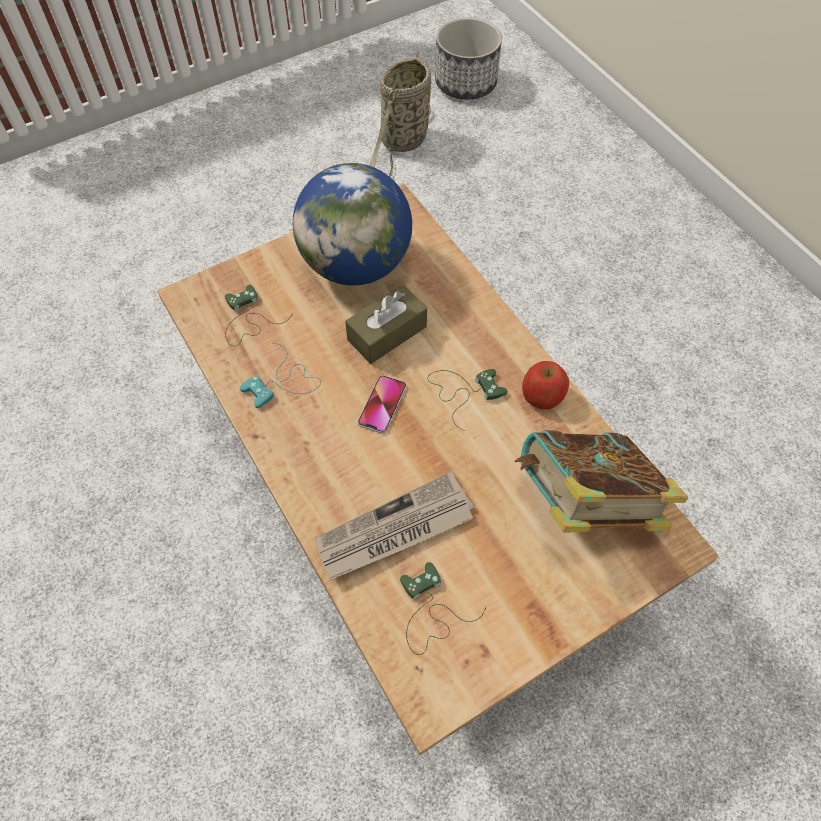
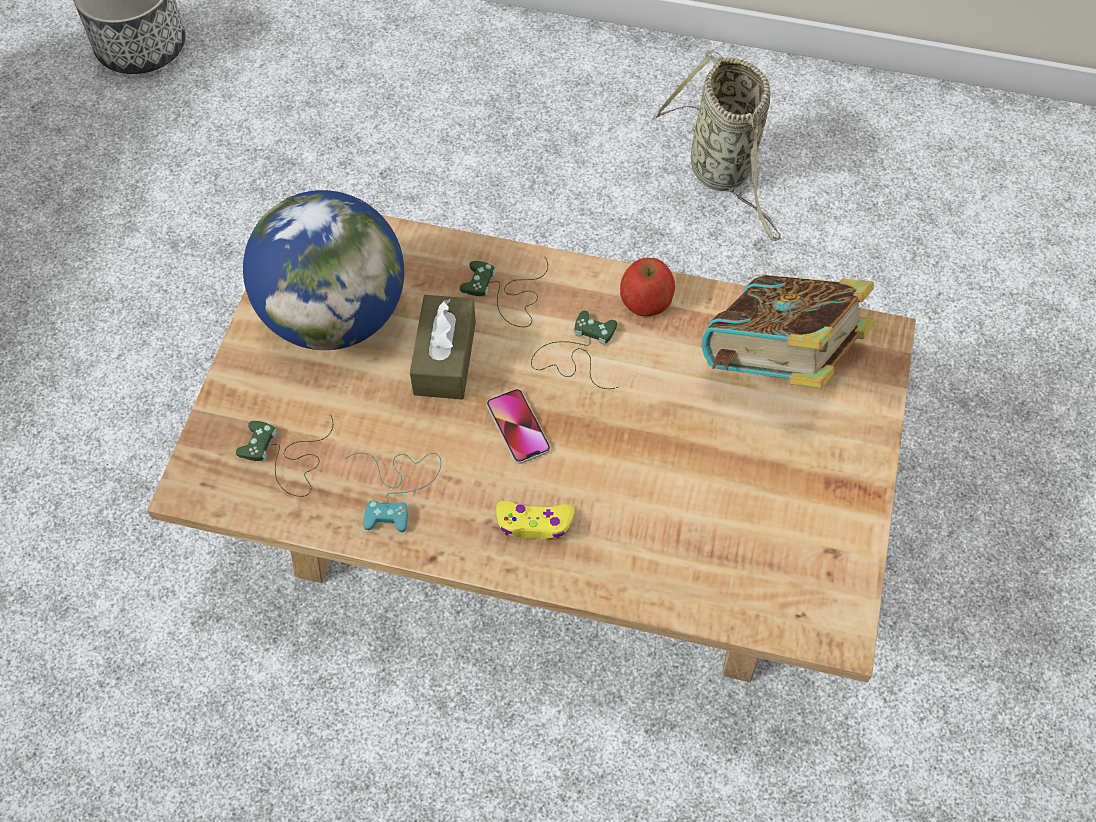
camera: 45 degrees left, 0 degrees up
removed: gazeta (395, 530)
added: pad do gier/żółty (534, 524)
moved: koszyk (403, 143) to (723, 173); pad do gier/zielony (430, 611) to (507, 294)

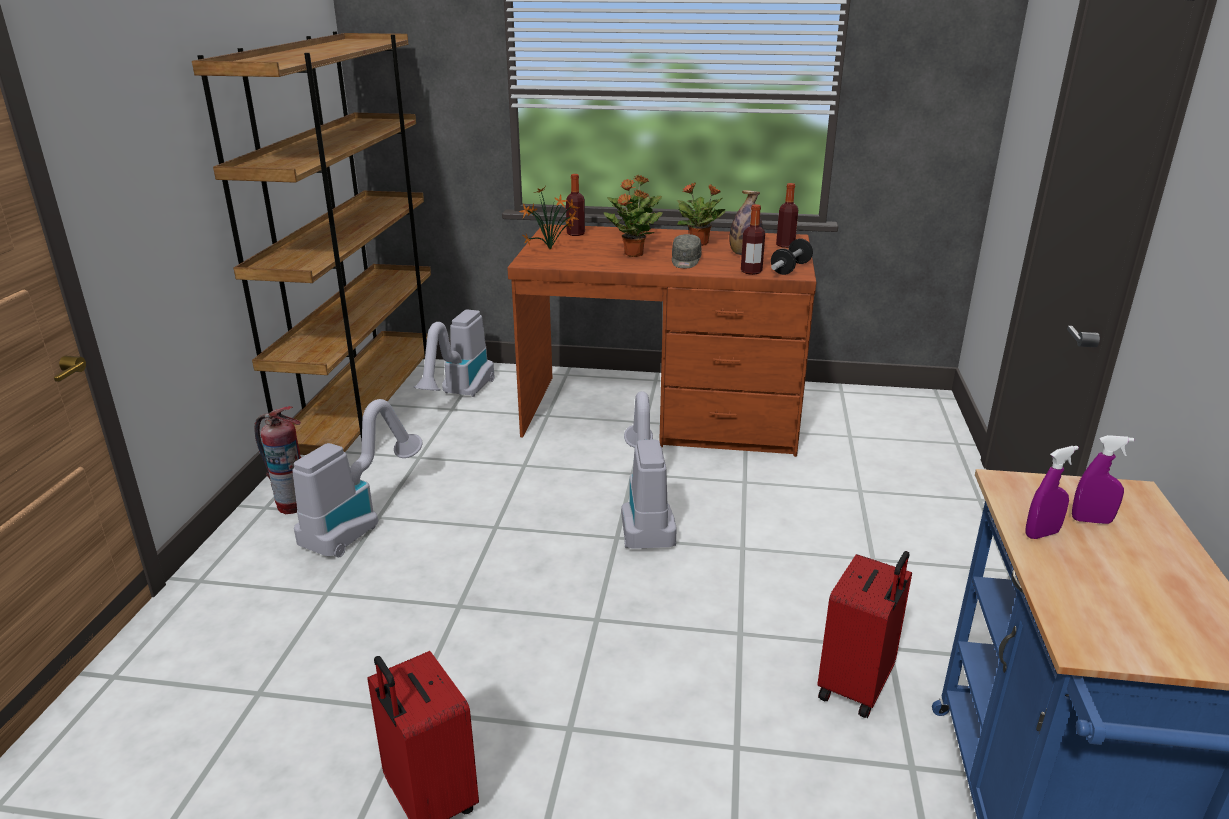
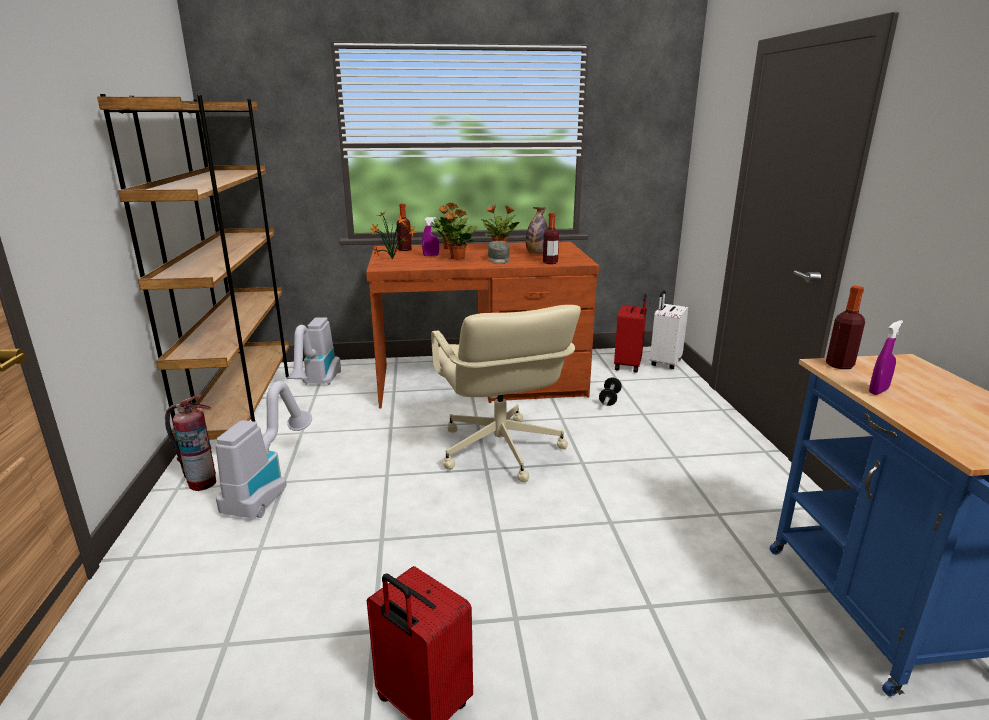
camera: 15 degrees left, 5 degrees down
added: walizka/biały (664, 363)
moved: butelka (785, 245) to (839, 365); hantel (790, 268) to (609, 399); spryskiwacz/fioletowy (1091, 520) to (431, 255); walizka/czerwony (857, 687) to (628, 365)
replaced: odkurzacz (644, 515) to krzesło biurowe/beżowy (499, 450)

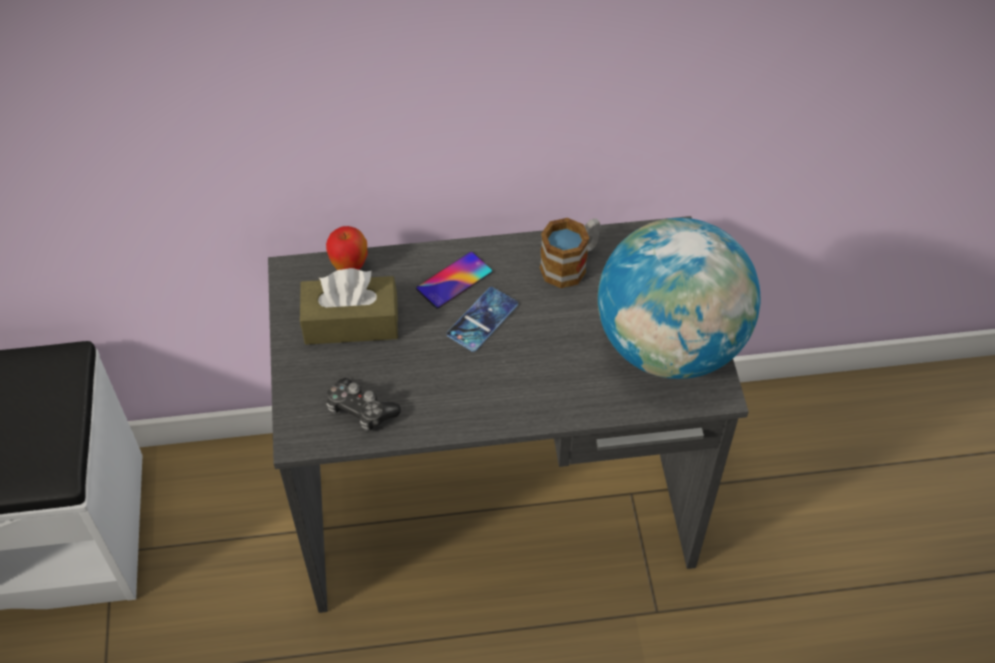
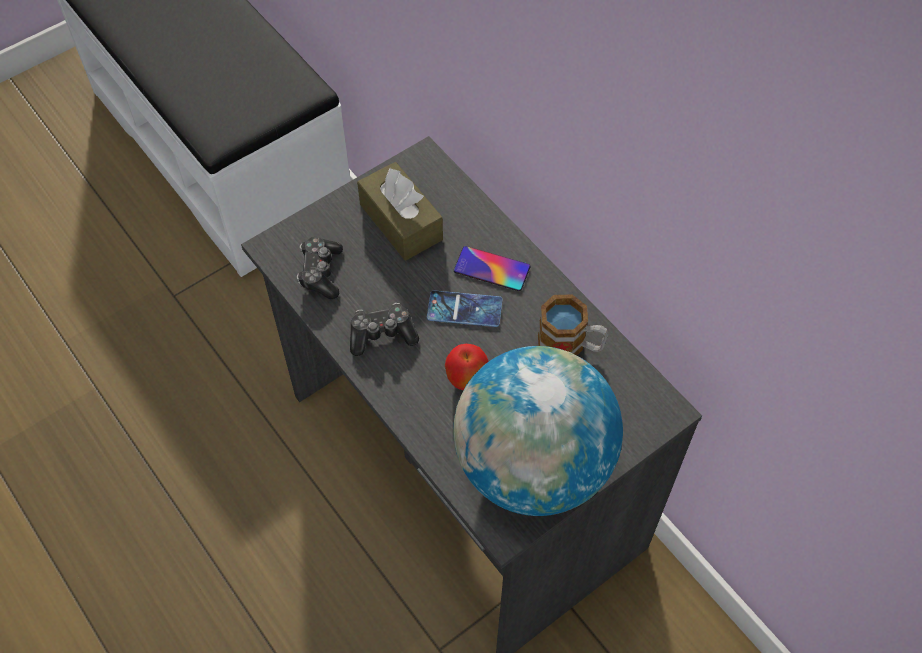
camera: 60 degrees right, 5 degrees up
added: pad do gier (382, 334)
moved: jabłko (349, 267) to (466, 381)

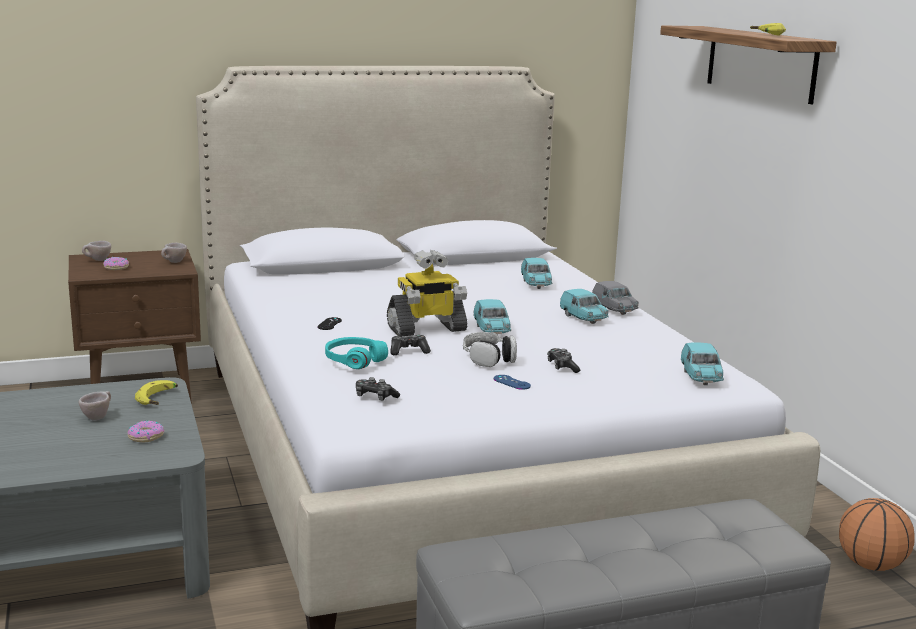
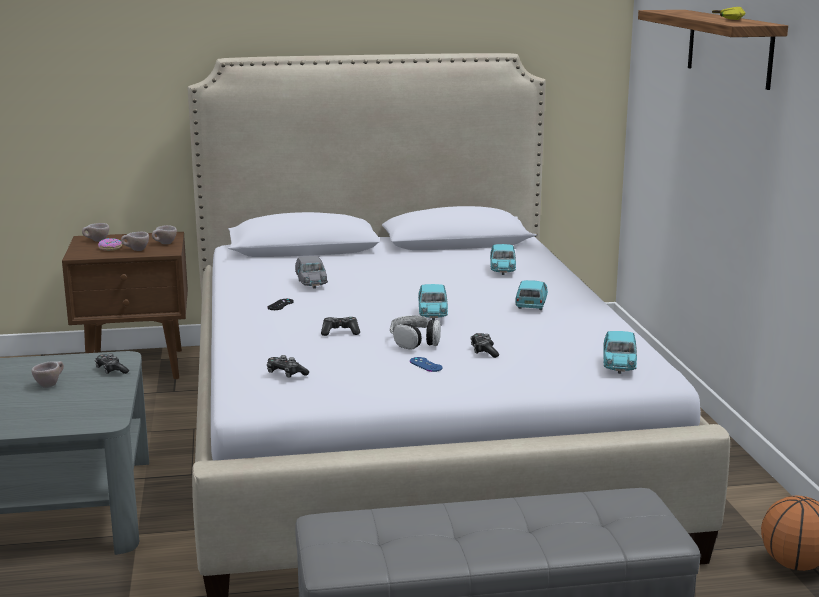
camera: 10 degrees right, 0 degrees up
removed: robot zabawkowy (426, 329); słuchawki/turkusowy (354, 360); donut (146, 436)
added: filiżanka/beżowy (136, 250)
moved: samochodzik/szary (614, 309) to (311, 284)
replaced: banan (159, 399) to pad do gier (111, 370)
turned: samochodzik/turkusowy (583, 318) = (531, 305) 150 degrees counterclockwise

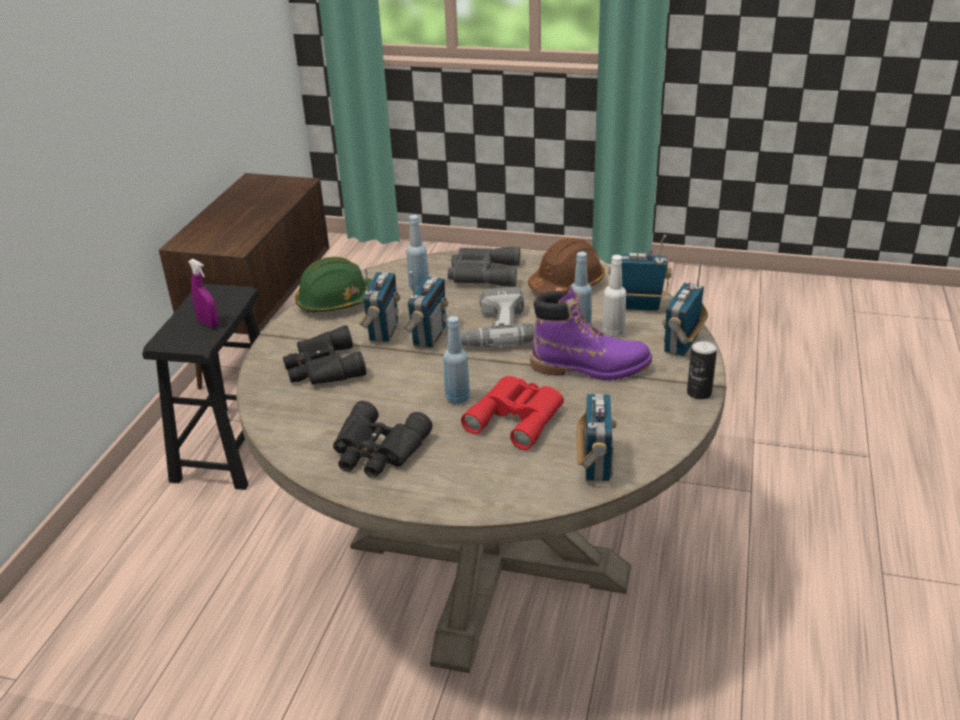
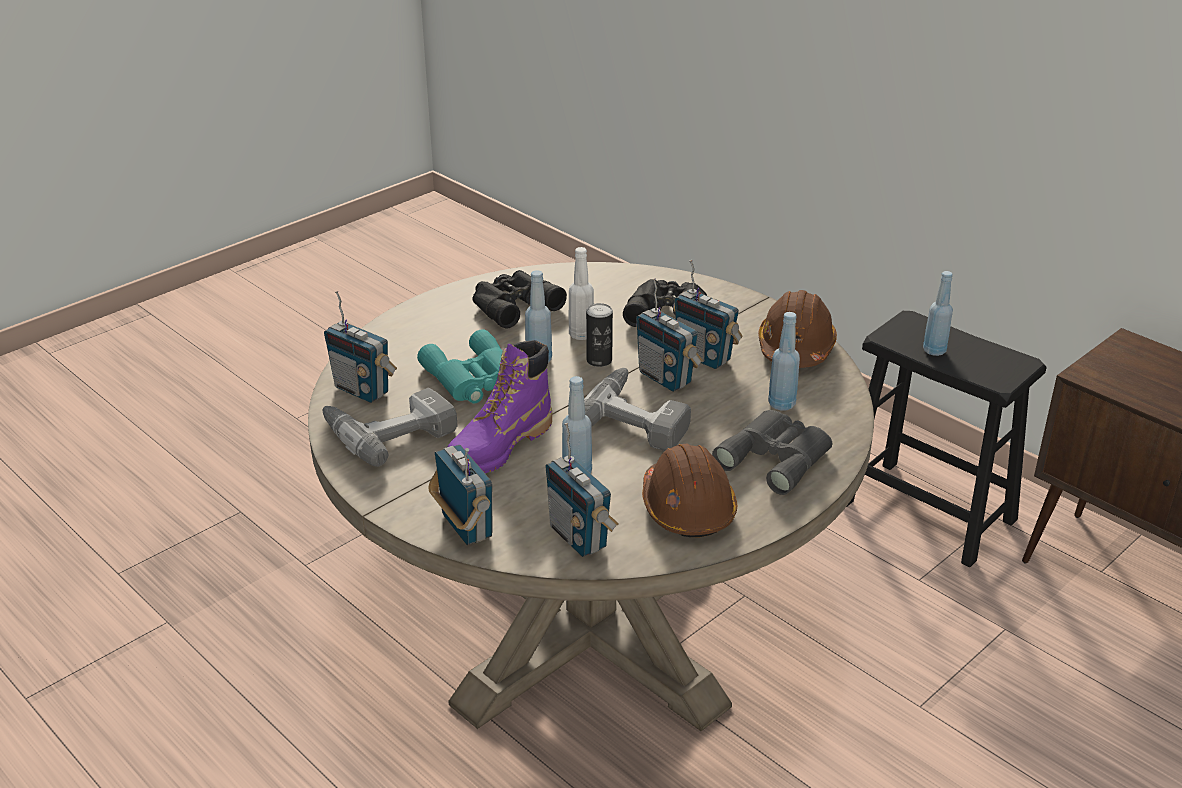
camera: 120 degrees right, 0 degrees up
added: wiertarka (388, 430)
moved: butelka/biały (613, 332) to (581, 334); puszka (699, 393) to (599, 360)
replaced: spryskiwacz/fioletowy (208, 323) to butelka/niebieski (934, 350)
recoloured: kask/zielony (337, 302) to kask/brązowy (795, 348); lornetka/czerwony (518, 416) to lornetka/turkusowy (474, 379)
turned: radio (637, 306) = (579, 537) 105 degrees clockwise

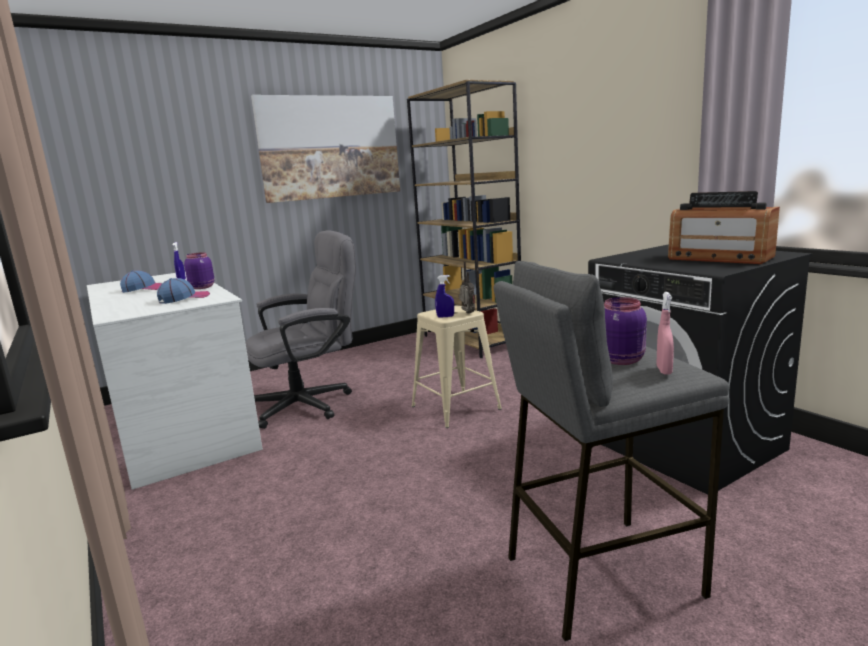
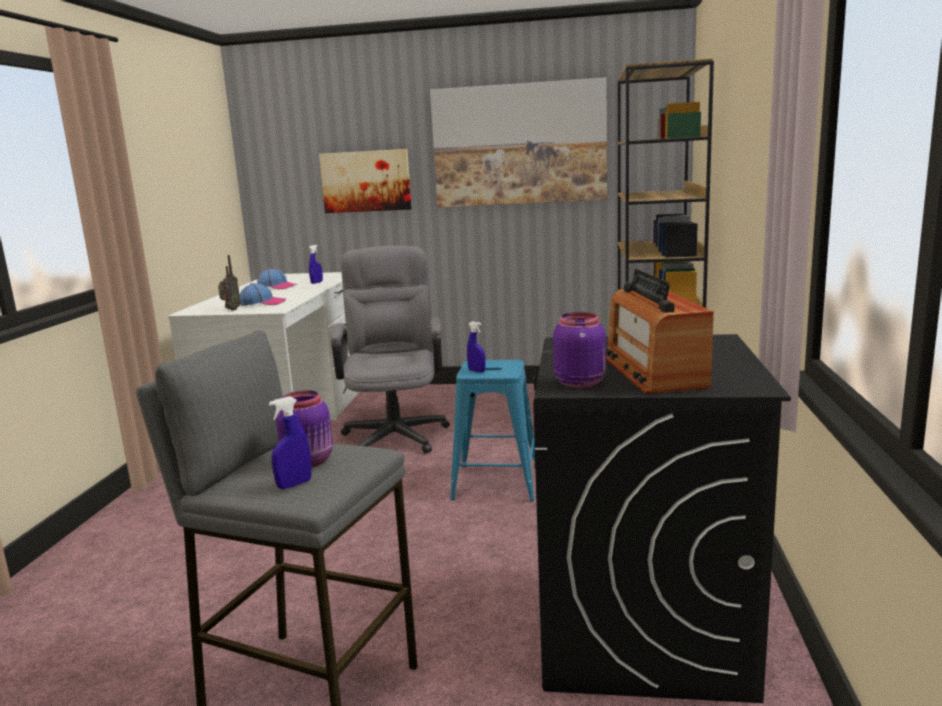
camera: 40 degrees right, 0 degrees up
added: obraz (366, 181)
moved: słoik/fioletowy (202, 287) to (580, 382); radio (467, 313) to (230, 310)
recoloured: spryskiwacz/różowy (664, 370) to spryskiwacz/niebieski (294, 484); stołek/beżowy (456, 407) to stołek/niebieski (496, 482)
turned: krzesło biurowe/szary (310, 403) = (396, 432) 105 degrees counterclockwise

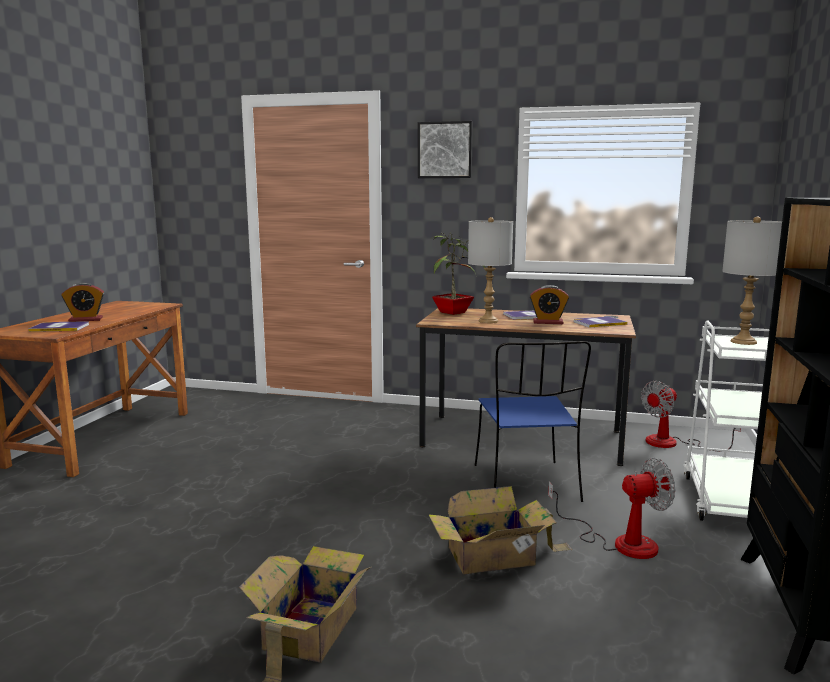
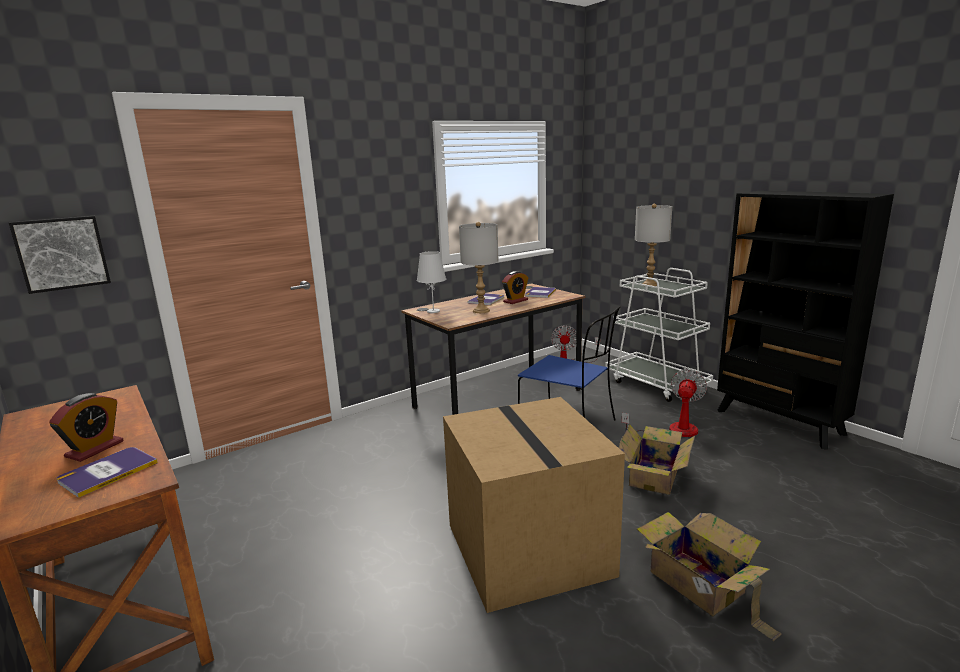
camera: 50 degrees left, 5 degrees up
added: karton (525, 548)
moved: obraz (445, 150) to (62, 253)
replaced: roślina doniczkowa (454, 312) to lampa stołowa/biały (433, 311)

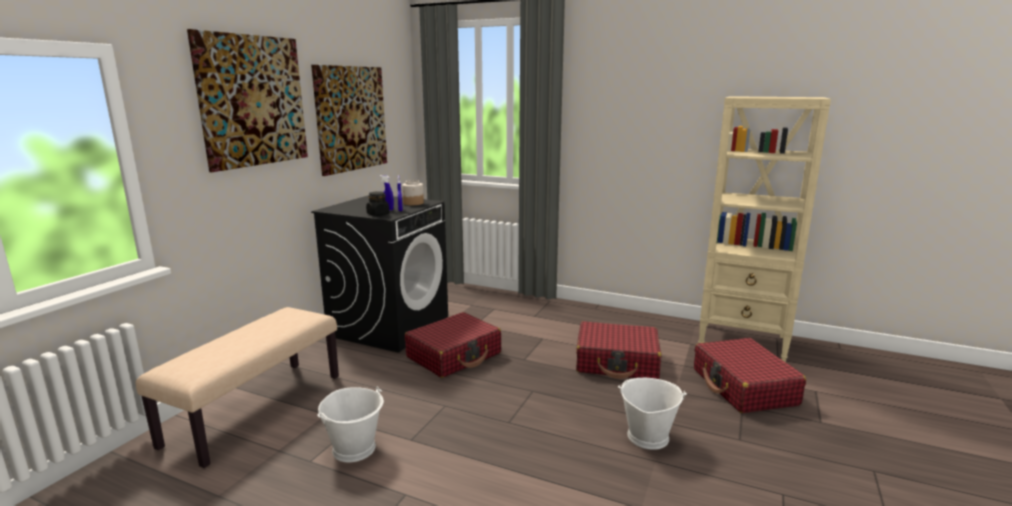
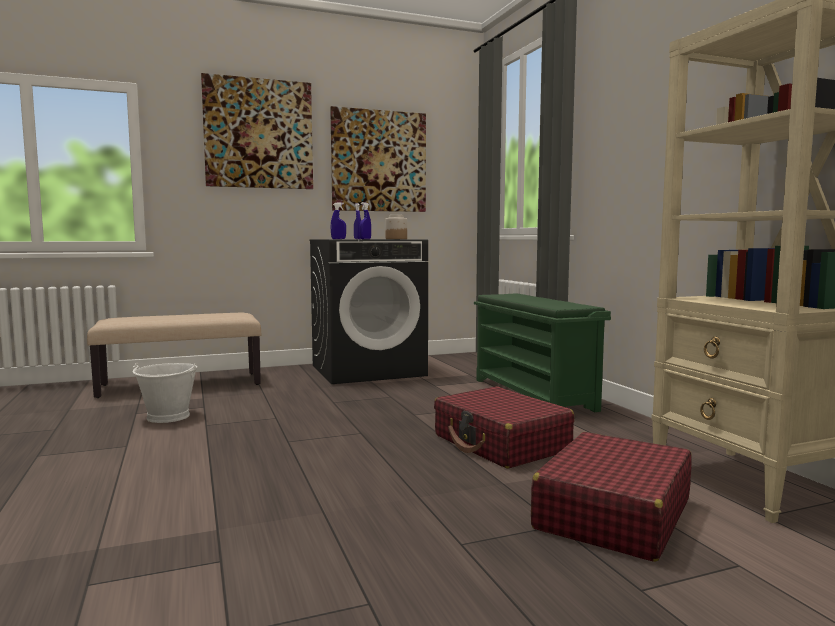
camera: 45 degrees right, 10 degrees down
removed: walizka/czerwony (454, 355); wiadro/biały (647, 436)
added: regał na buty/zielony (534, 394)
replaced: słoik/czarny (378, 214) to spryskiwacz/niebieski (338, 239)

